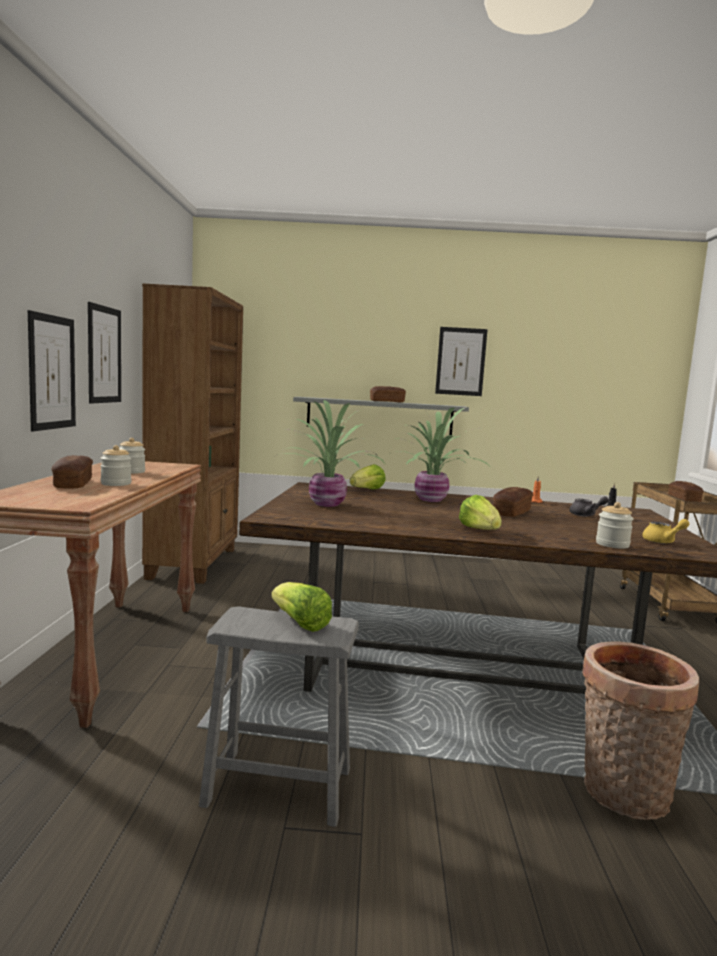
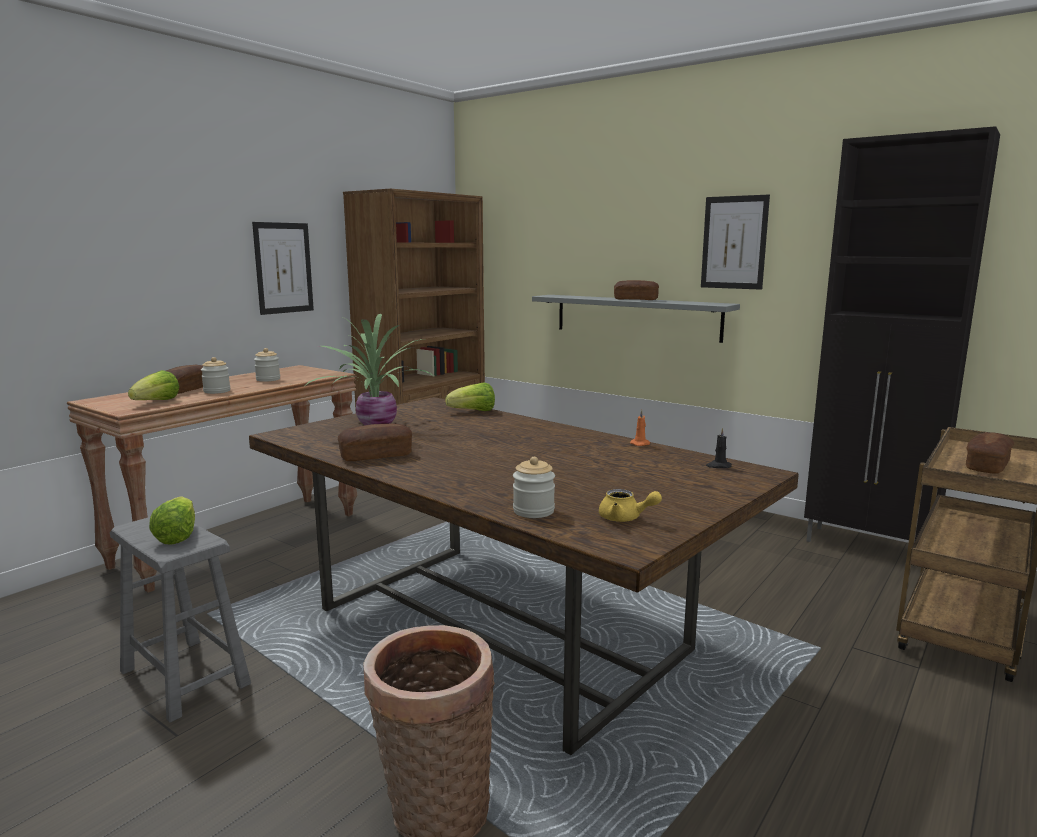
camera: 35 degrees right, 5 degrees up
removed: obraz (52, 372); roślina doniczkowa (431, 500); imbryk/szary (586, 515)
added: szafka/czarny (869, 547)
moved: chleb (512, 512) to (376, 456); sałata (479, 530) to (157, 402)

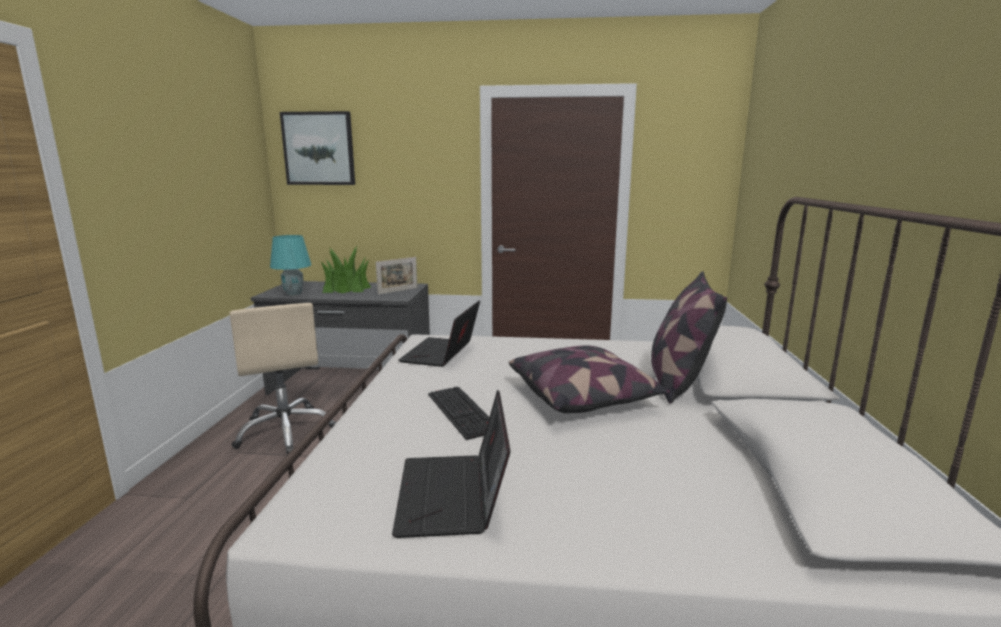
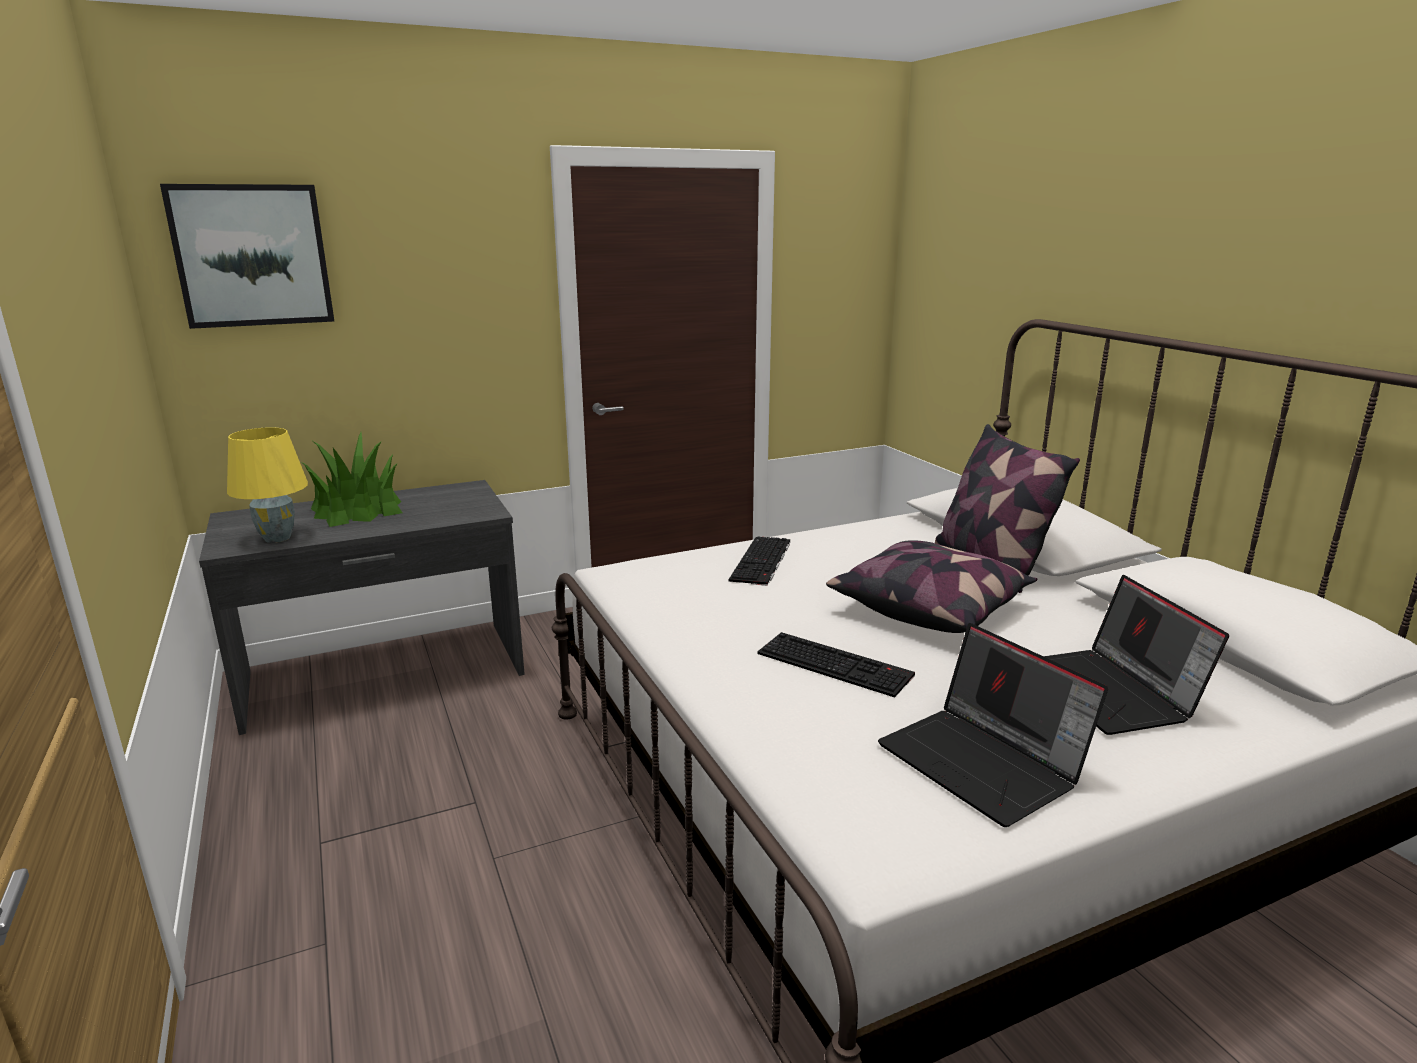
camera: 30 degrees left, 5 degrees up
removed: ramka na zdjęcie (398, 291); krzesło biurowe/beżowy (286, 431)
added: klawiatura (762, 561)
moved: laptop (441, 354) to (1112, 692)
recoloured: lampa stołowa/turkusowy (294, 294) to lampa stołowa/żółty (278, 538)

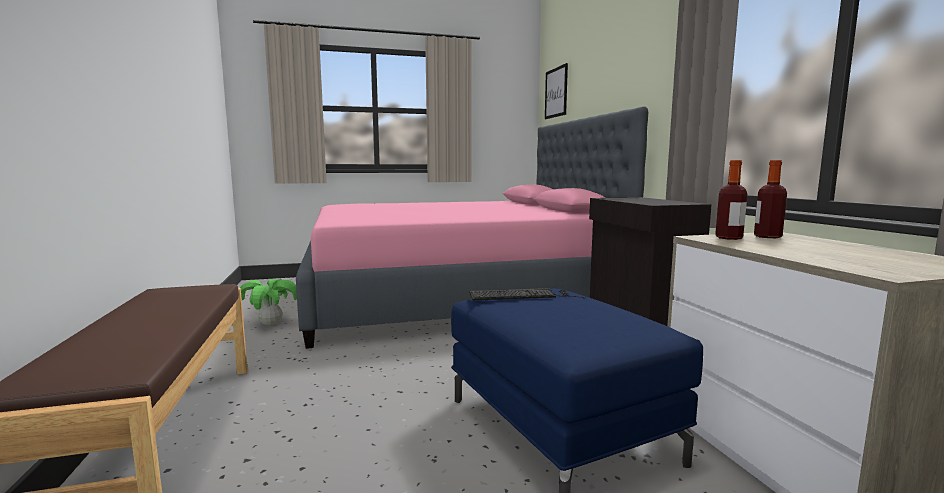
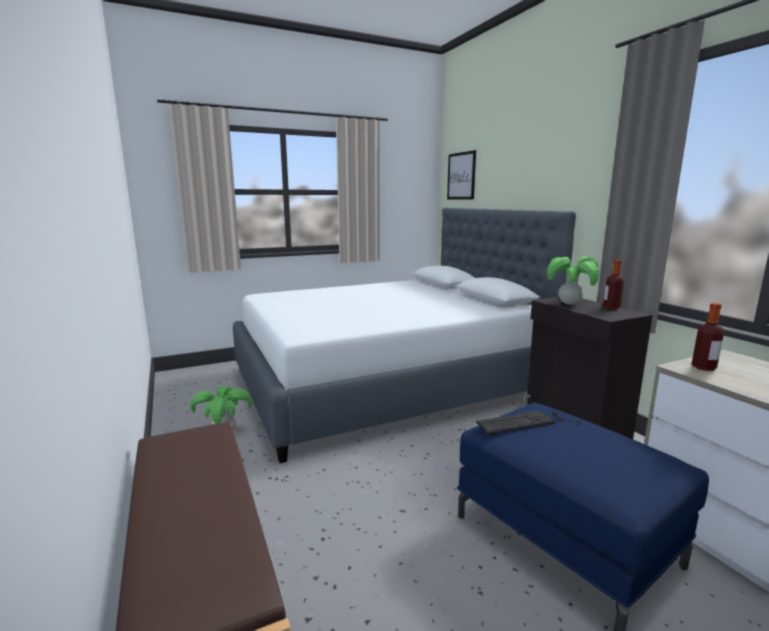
camera: 10 degrees left, 5 degrees up
added: roślina doniczkowa (569, 303)
moved: butelka (767, 237) to (611, 308)
recoloured: łóżko/różowy (456, 298) to łóżko/biały (387, 382)

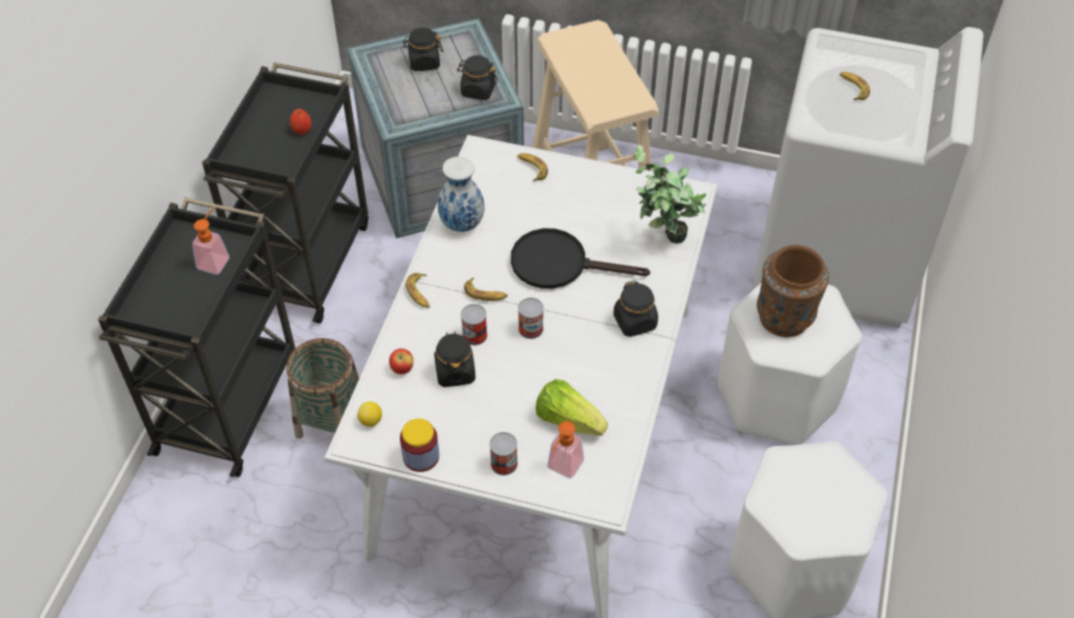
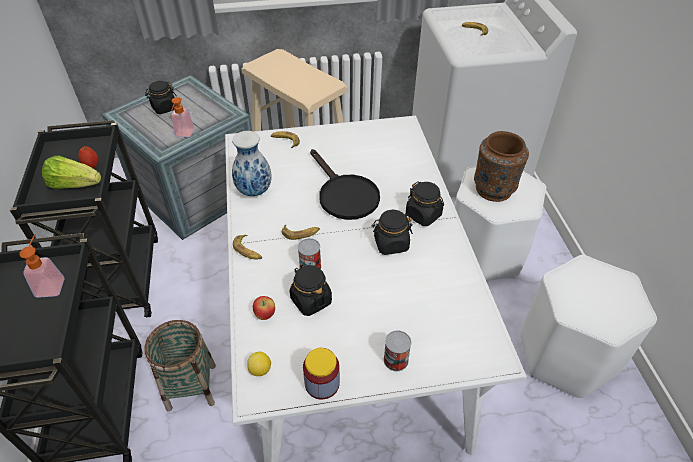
camera: 25 degrees left, 5 degrees down
removed: roślina doniczkowa (662, 241); puszka (530, 329)
moved: słoik/czarny (478, 90) to (391, 244); sałata (568, 420) to (74, 185); dozownik mydła (562, 469) to (183, 134)
turned: patelnia/czarny (560, 264) = (344, 194) 105 degrees counterclockwise

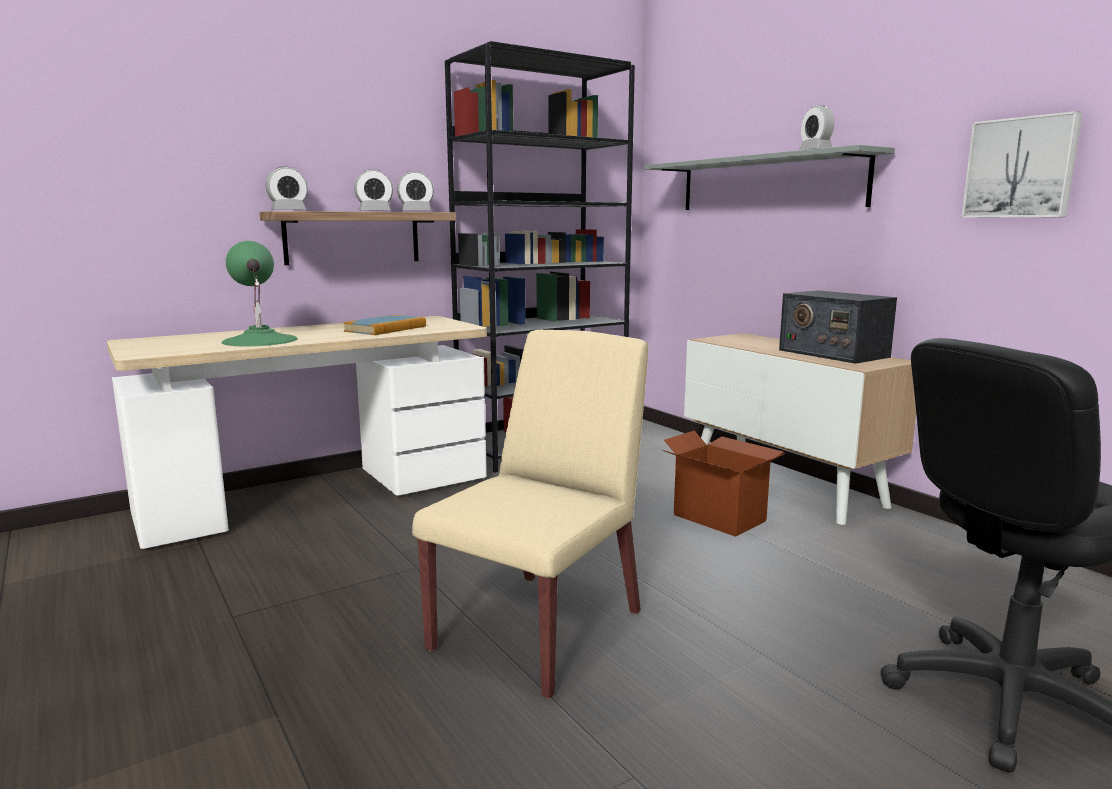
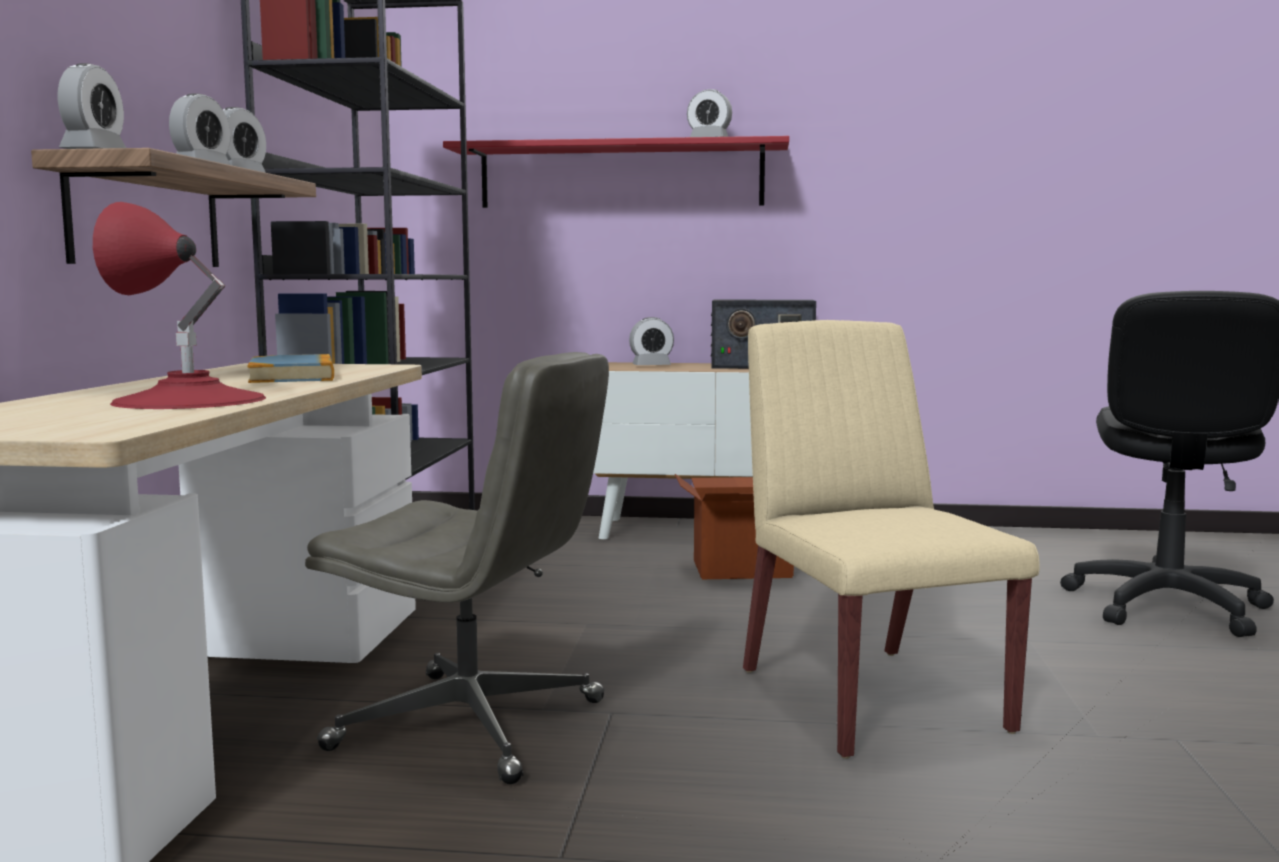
camera: 50 degrees left, 5 degrees down
removed: obraz (1021, 168)
added: budzik (651, 365); krzesło biurowe/szary (473, 725)
recoloured: półka/szary (768, 183) to półka/czerwony (621, 176); lampa stołowa/zielony (259, 340) to lampa stołowa/czerwony (189, 400)

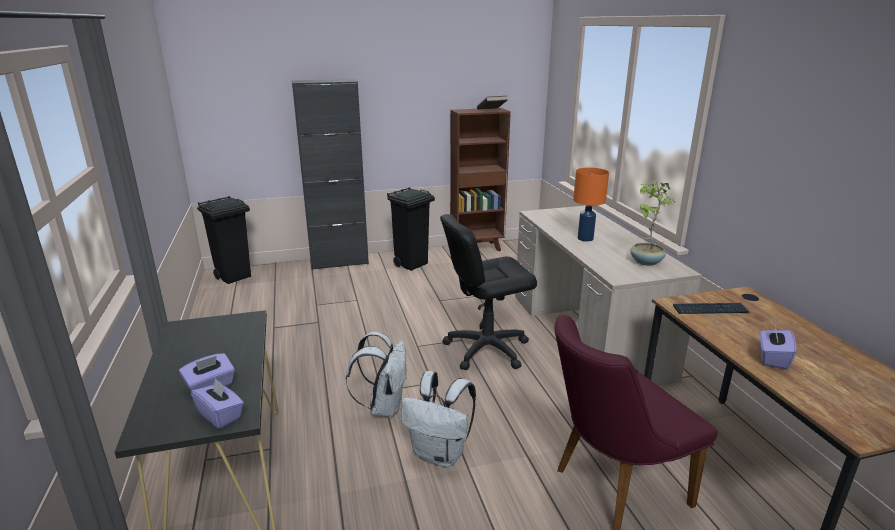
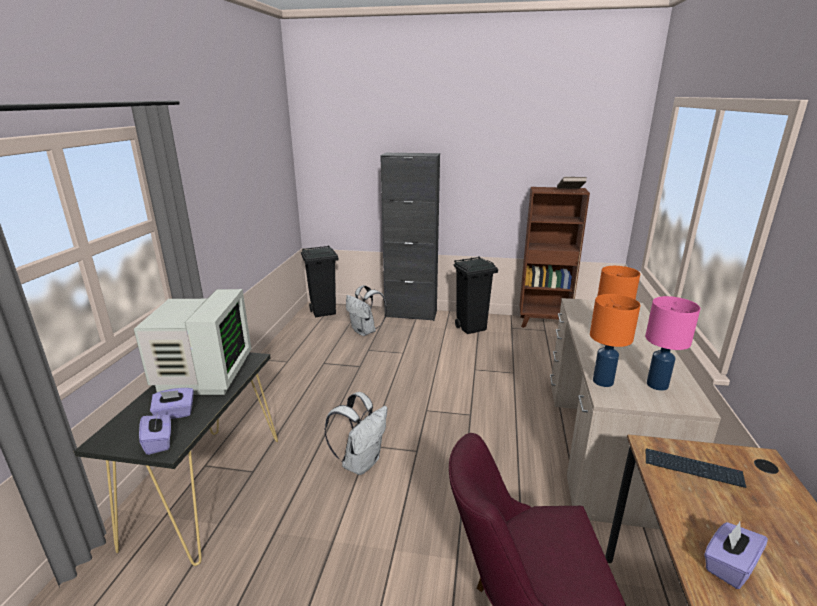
camera: 25 degrees right, 0 degrees up
removed: krzesło biurowe/czarny (486, 349)
added: monitor (203, 376); lampa stołowa/pomarańczowy (603, 381)
moved: plecak/biały (440, 454) to (365, 331)
replaced: roślina doniczkowa (645, 262) to lampa stołowa/różowy (657, 385)

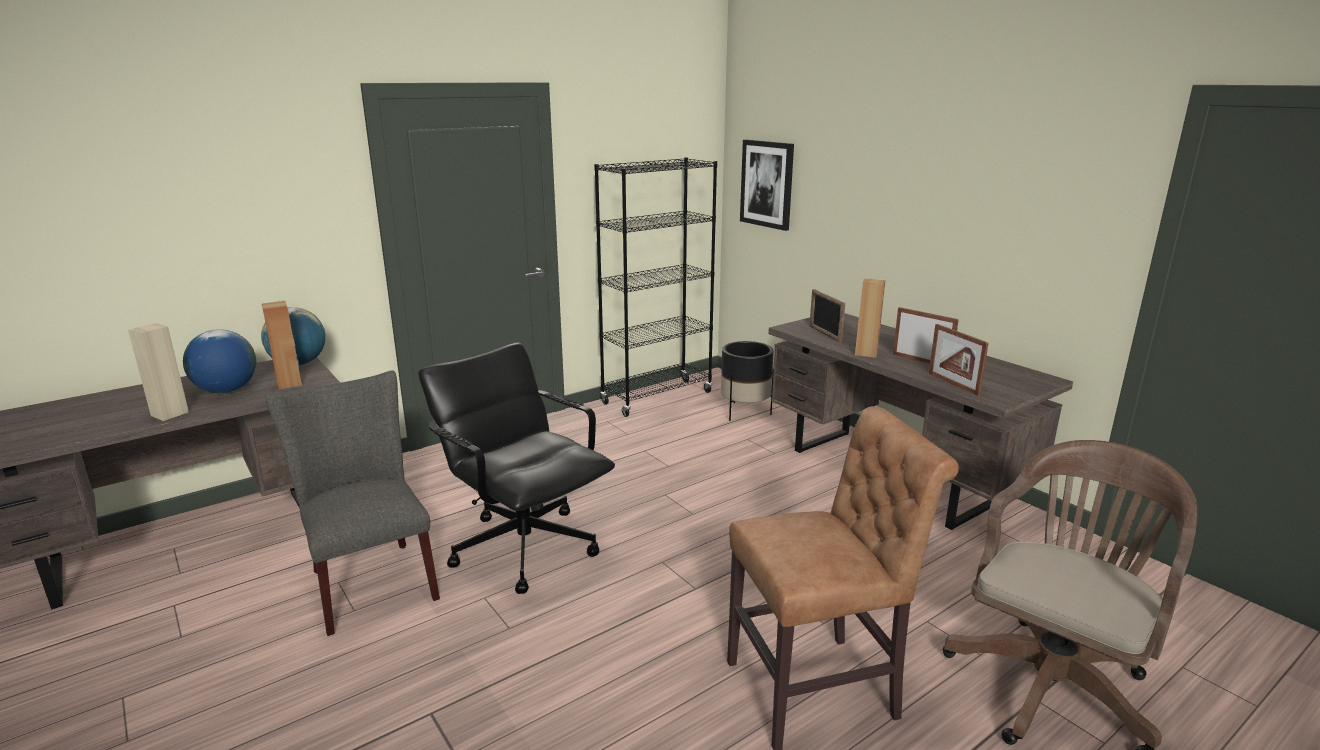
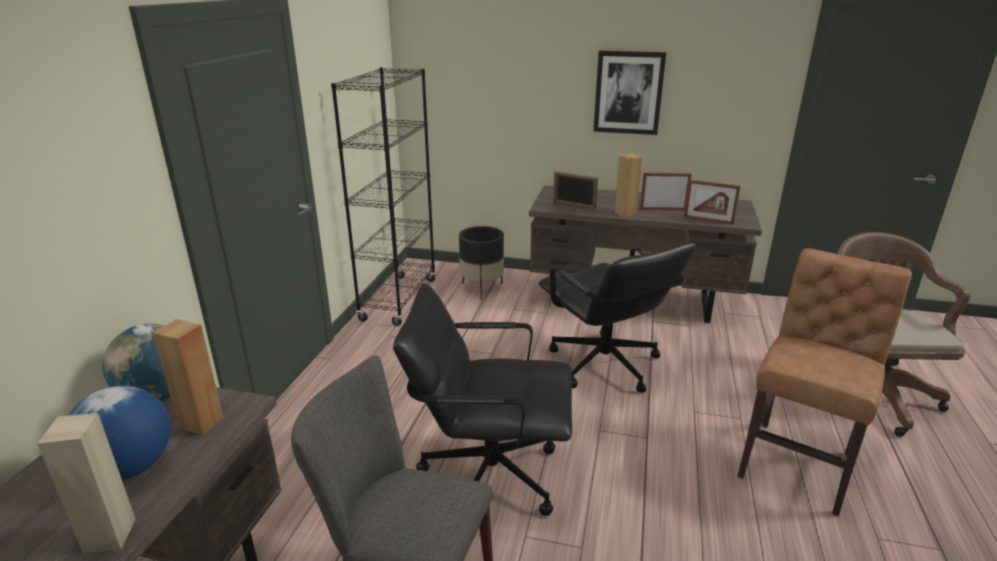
camera: 40 degrees left, 5 degrees up
added: krzesło biurowe/czarny (604, 365)
moved: obraz (767, 184) to (628, 92)

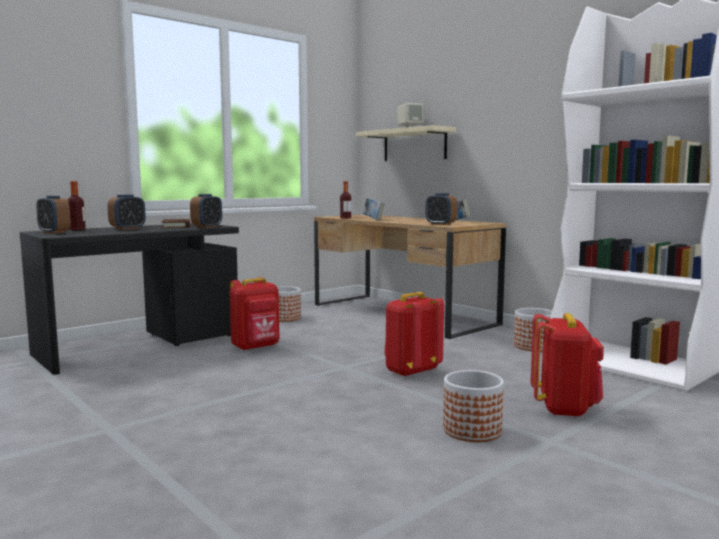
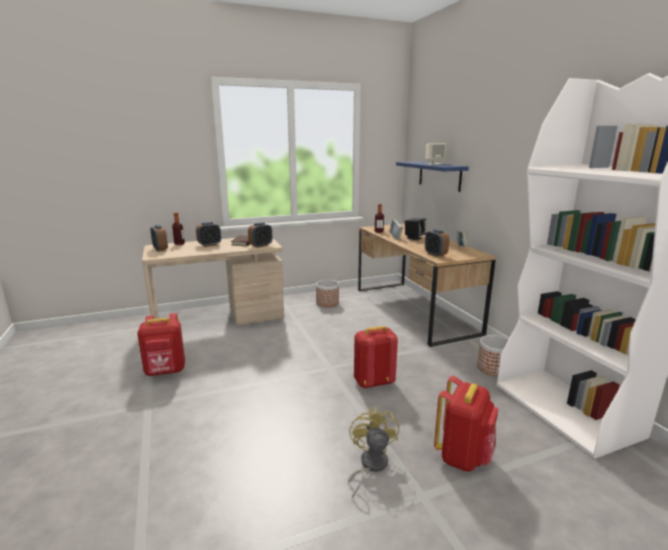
camera: 20 degrees right, 10 degrees up
added: głośnik/czarny (414, 238)
moved: plecak/czerwony (256, 347) to (166, 371)
replaced: donica (472, 430) to wentylator/żółty (370, 465)
recoloured: półka/beżowy (414, 145) to półka/niebieski (439, 175); biurko/czarny (140, 345) to biurko/beżowy (220, 320)

